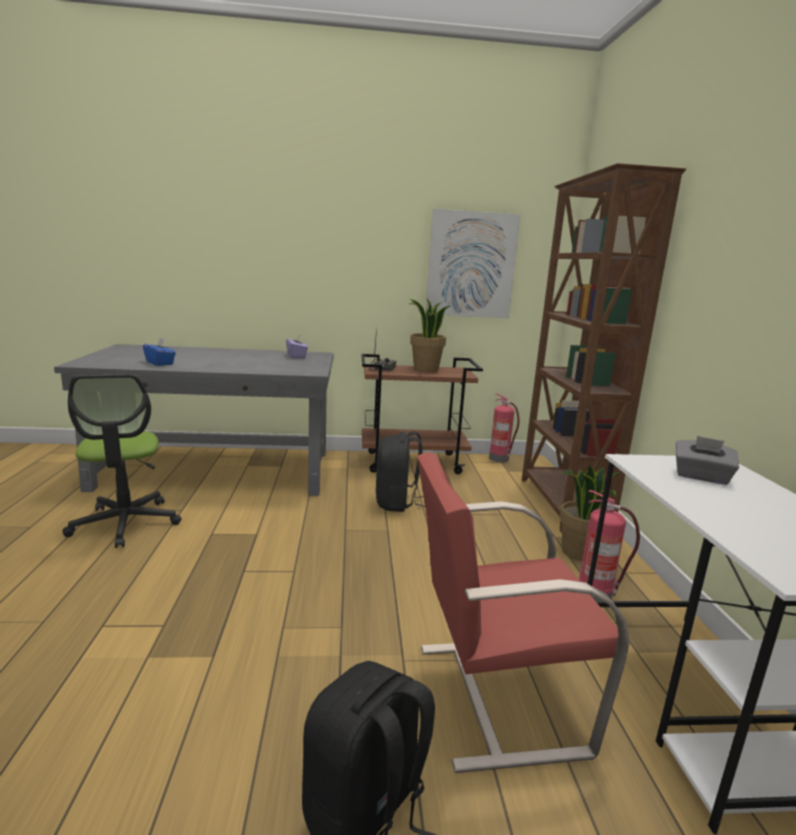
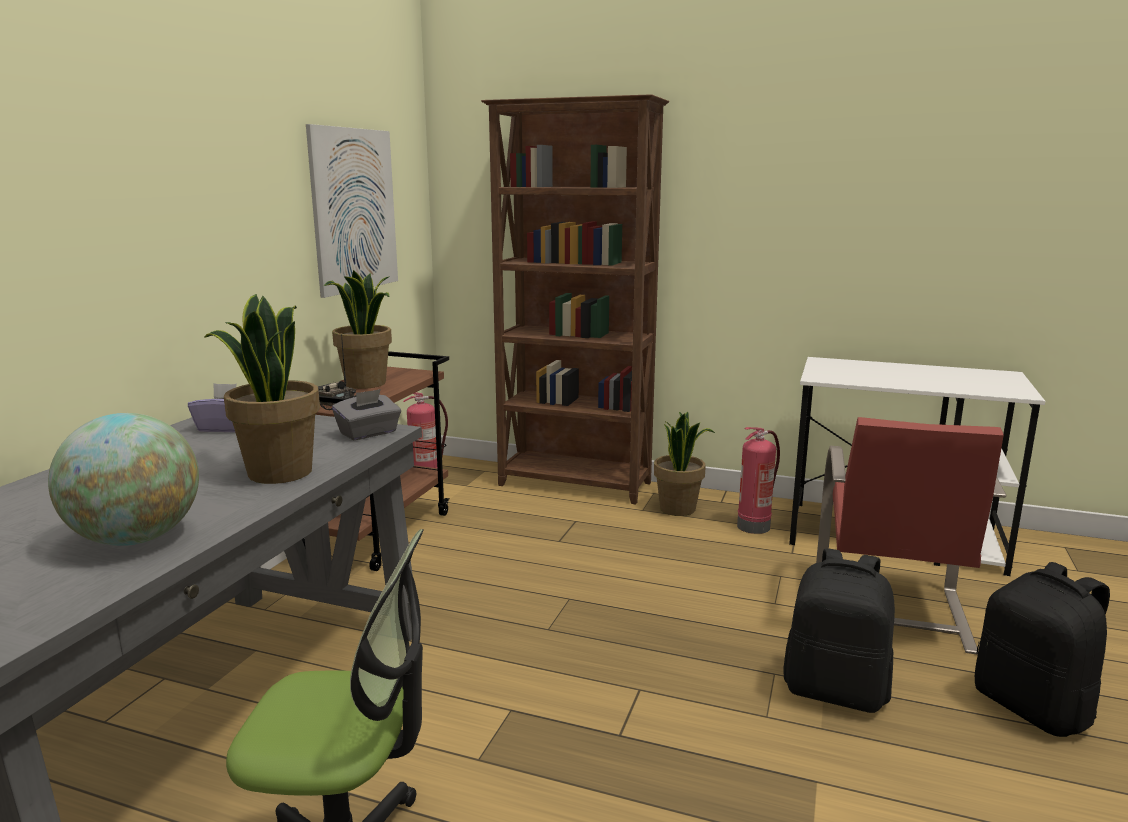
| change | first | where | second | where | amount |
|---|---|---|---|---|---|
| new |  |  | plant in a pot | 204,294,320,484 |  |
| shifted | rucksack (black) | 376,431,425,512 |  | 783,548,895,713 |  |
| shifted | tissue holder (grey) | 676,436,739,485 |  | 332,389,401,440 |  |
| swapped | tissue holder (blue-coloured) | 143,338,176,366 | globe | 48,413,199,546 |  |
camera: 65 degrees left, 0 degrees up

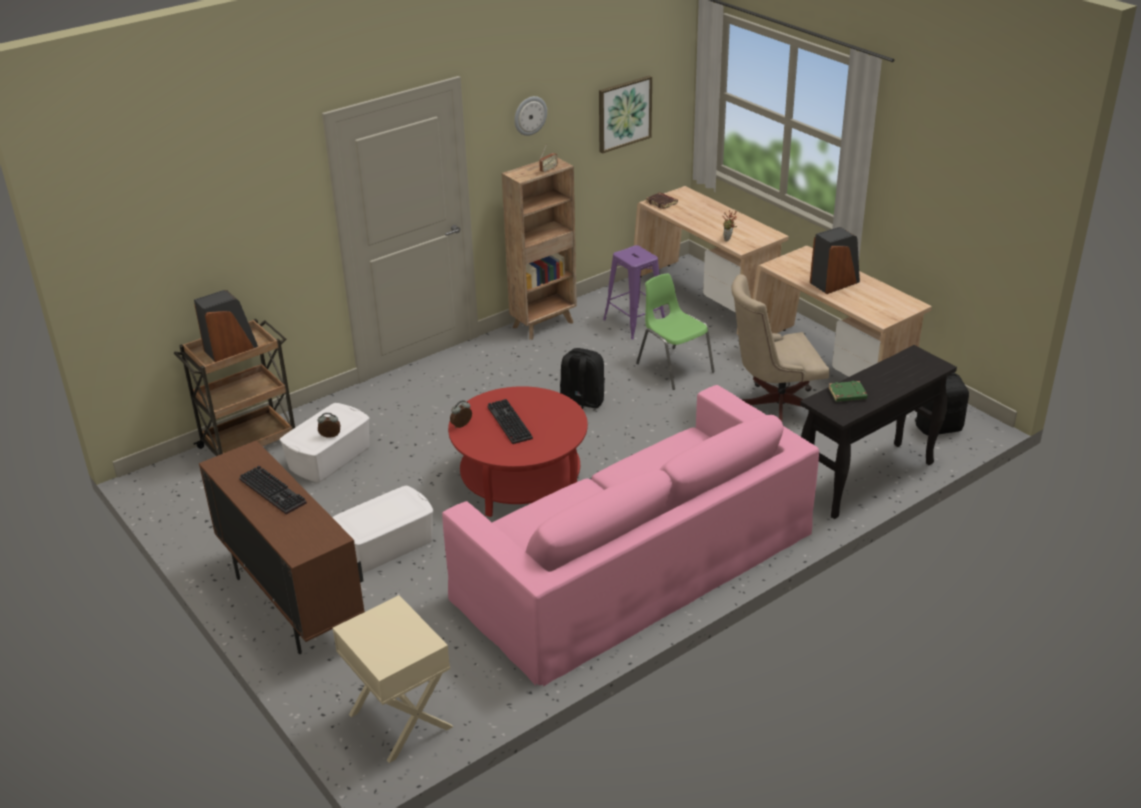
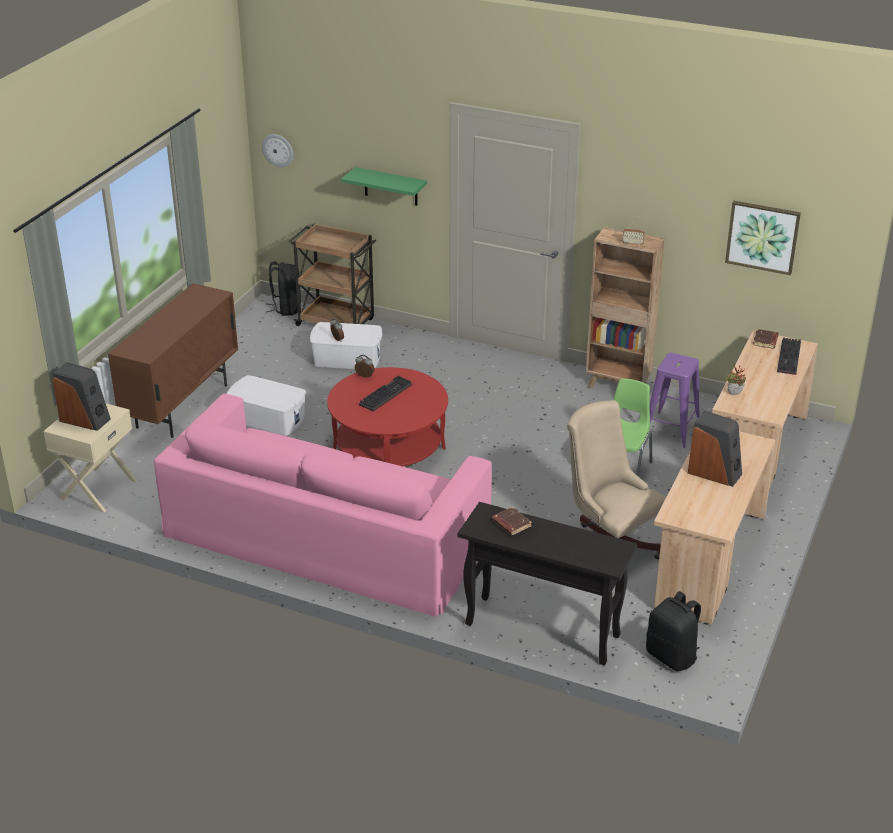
| change | first | where | second | where | amount |
|---|---|---|---|---|---|
| new |  |  | wall shelf (green) | 341,167,427,205 |  |
| shifted | audio speaker | 194,290,258,362 |  | 53,362,111,431 |  |
| shifted | keyboard | 239,466,307,515 |  | 777,338,801,375 |  |
| shifted | wall clock | 514,96,547,136 |  | 262,134,293,167 |  |
| shifted | rucksack (black) | 560,348,605,409 |  | 266,261,301,316 |  |
| repainted | book (green) | 828,381,867,402 | book (brownish) | 492,507,532,535 |  |
camera: 60 degrees right, 0 degrees up

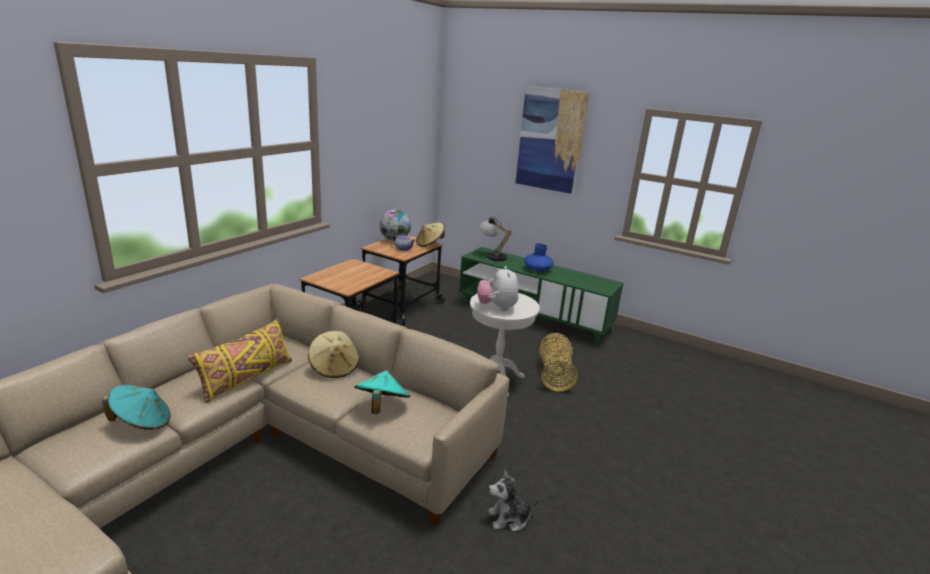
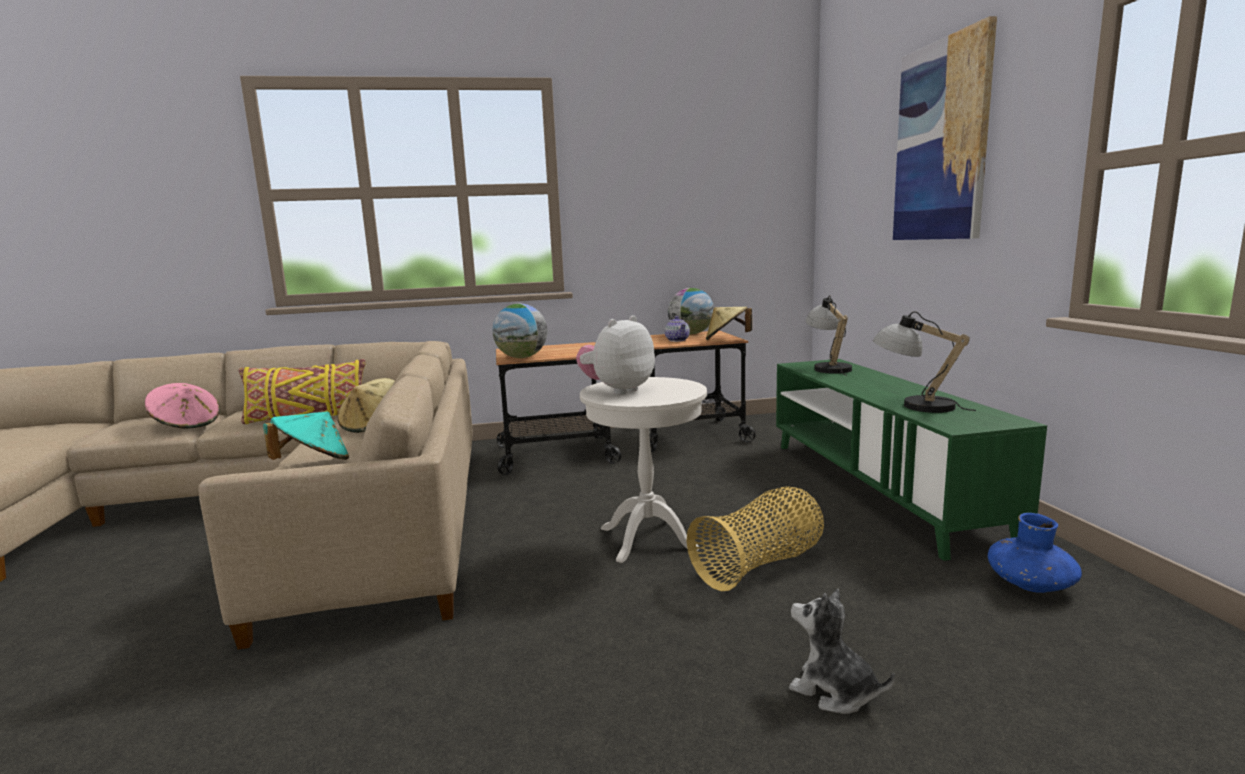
| change | first | where | second | where | amount |
|---|---|---|---|---|---|
| new |  |  | globe | 492,304,547,358 |  |
| new |  |  | table lamp | 873,311,976,413 |  |
| shifted | plush toy | 488,469,539,532 |  | 789,589,895,714 |  |
| shifted | flower vase (blue-coloured) | 524,243,554,272 |  | 988,513,1082,593 |  |
| repainted | clothing hat (turquoise-coloured) | 102,385,171,430 | clothing hat (pinkish) | 145,383,220,429 |  |
camera: 50 degrees right, 10 degrees down

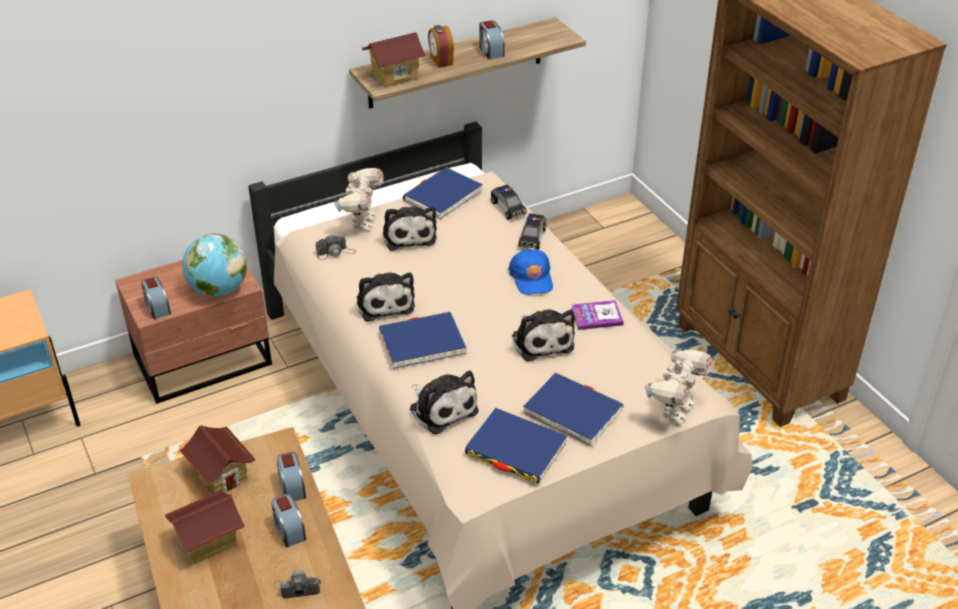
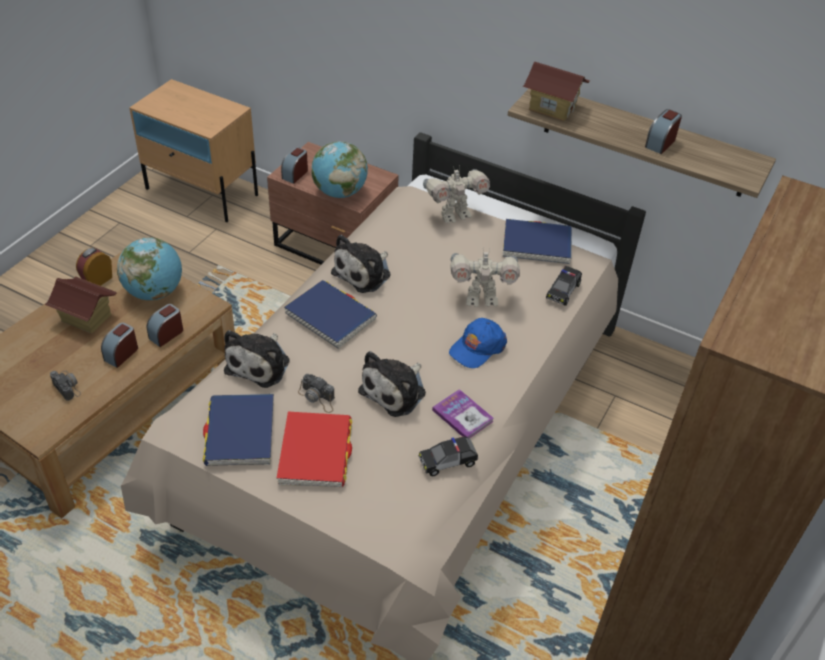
| change | first | where | second | where | amount |
|---|---|---|---|---|---|
| gone | plush toy | 383,206,437,251 |  |  |  |
| shifted | photo camera | 315,234,356,260 |  | 298,374,335,413 |  |
| shifted | bedside clock | 428,25,454,68 |  | 76,248,112,286 |  |
| shifted | miniature car | 518,213,546,250 |  | 419,436,479,476 |  |
| shifted | toy robot | 645,349,714,424 |  | 450,249,520,307 |  |
| swapped | miniature house | 180,425,256,493 | globe | 117,237,182,300 |  |
| repainted | book (blue-coloured) | 523,373,623,446 | book (red-coloured) | 277,412,352,487 |  |
camera: 55 degrees right, 5 degrees up

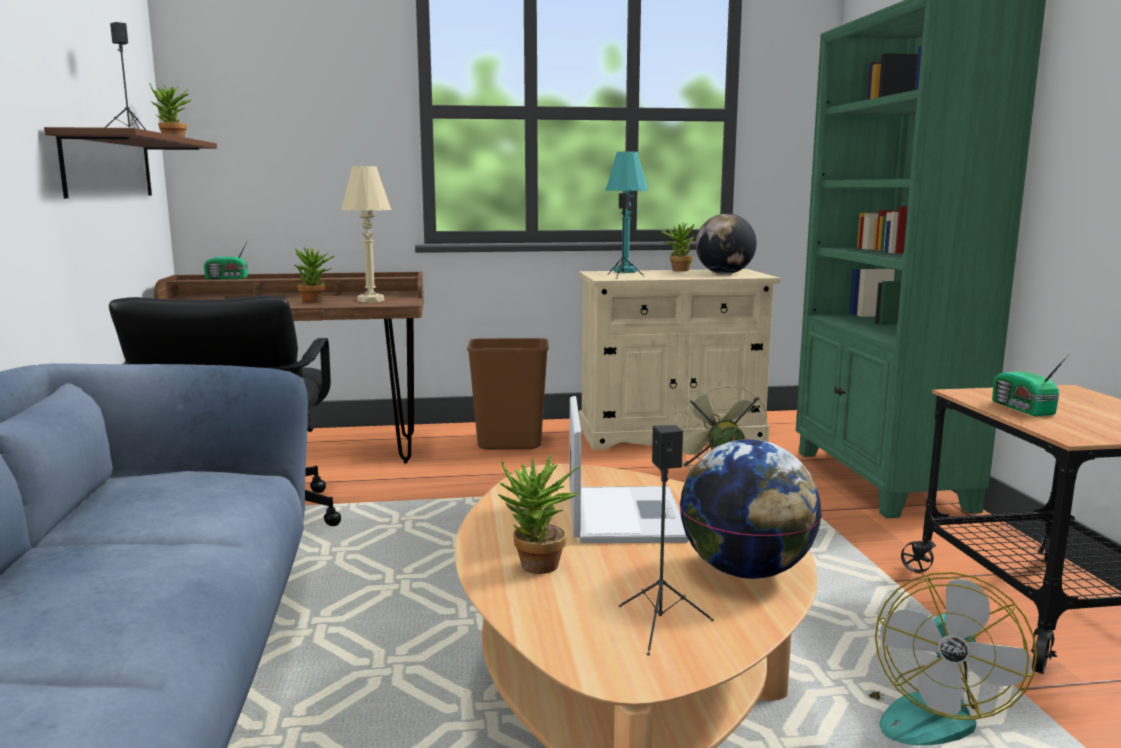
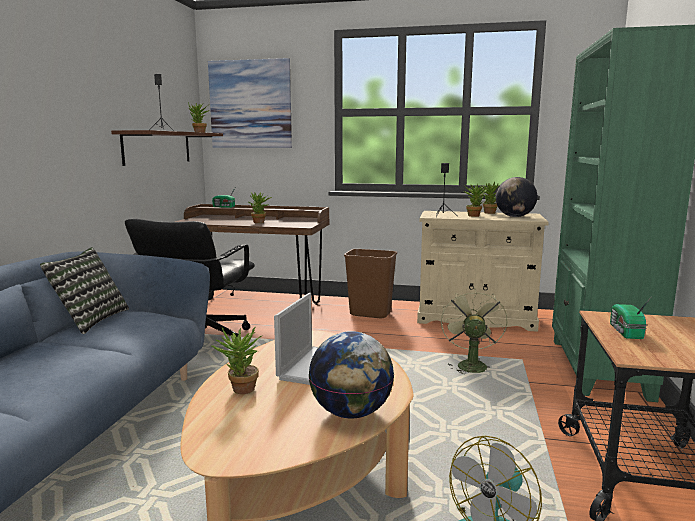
| change | first | where | second | where | amount |
|---|---|---|---|---|---|
| gone | table lamp (beige-coloured) | 341,166,392,303 |  |  |  |
| gone | table lamp (turquoise-coloured) | 605,152,648,273 |  |  |  |
| gone | audio speaker (black) | 619,425,714,655 |  |  |  |
| new |  |  | pillow | 40,247,129,334 |  |
| new |  |  | wall art | 208,58,292,148 |  |
| new |  |  | plant in a pot | 463,184,487,217 |  |
camera: 20 degrees right, 0 degrees up

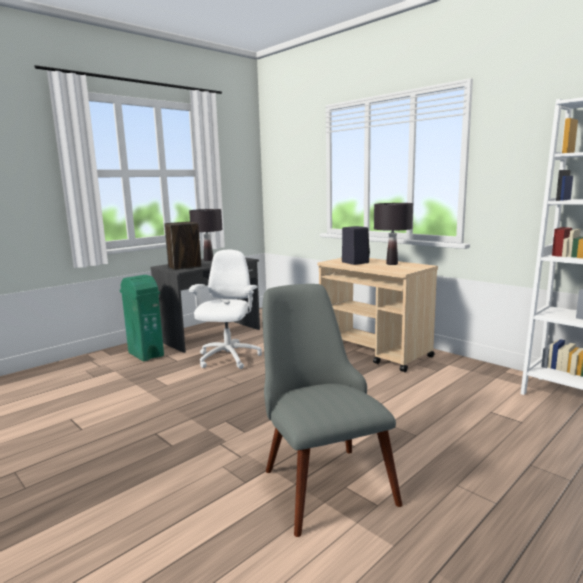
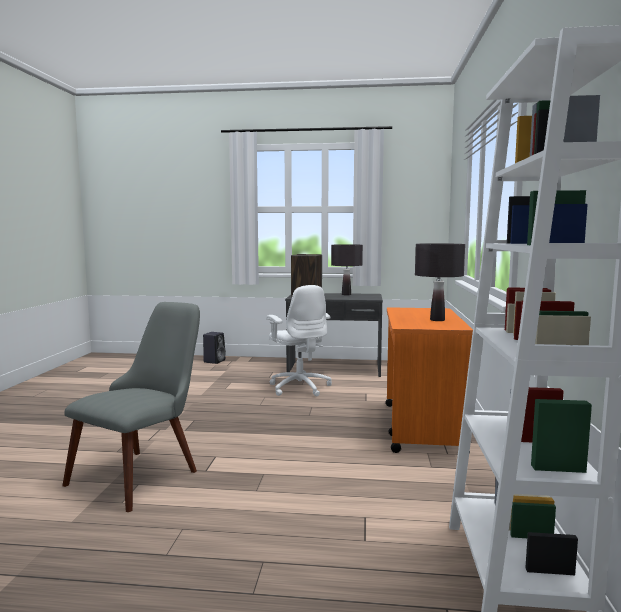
| change | first | where | second | where | amount |
|---|---|---|---|---|---|
| gone | rubbish bin (green) | 120,275,164,361 |  |  |  |
| shifted | audio speaker (black) | 342,226,370,265 |  | 203,332,226,364 |  |
| repainted | wheeled cart (beige-coloured) | 317,258,438,372 | wheeled cart (orangey) | 385,307,473,453 |  |
| rotated | desk chair (white-coloured) | 189,250,262,369 |  | 266,285,332,396 | 90 degrees clockwise |
camera: 50 degrees right, 5 degrees down

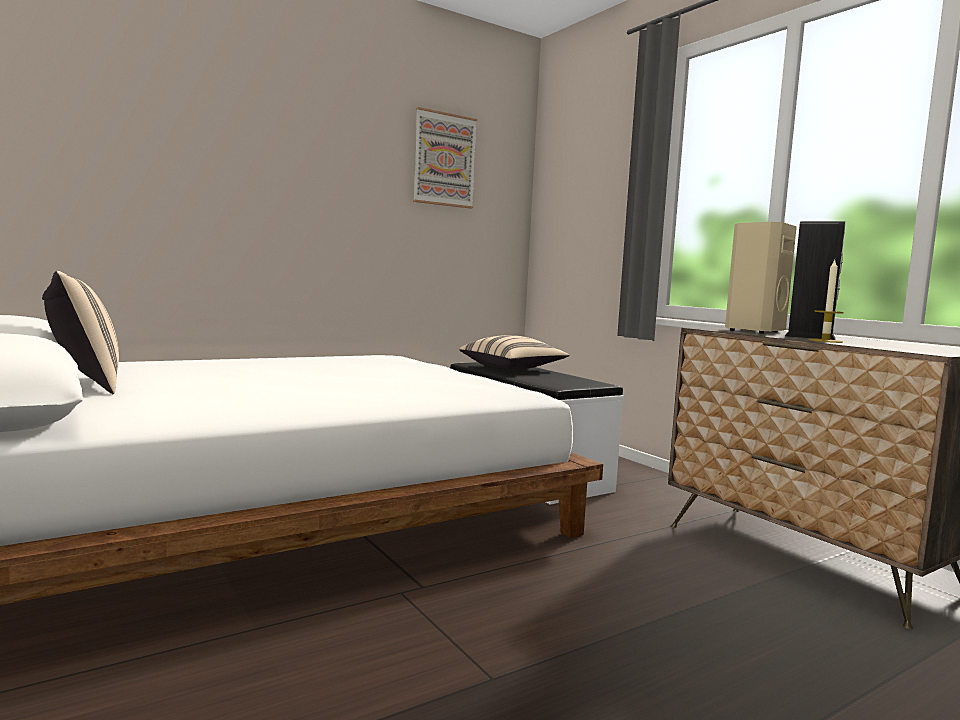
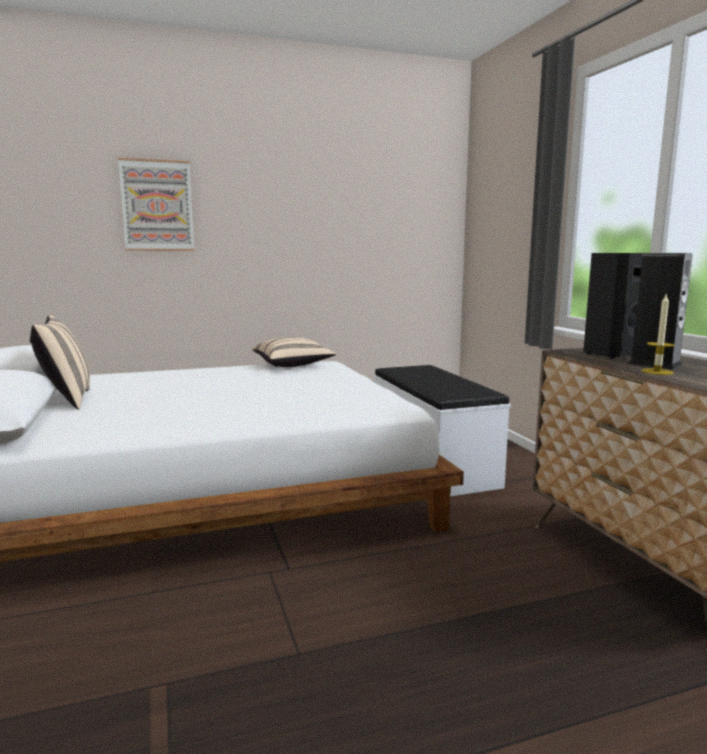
| change | first | where | second | where | amount |
|---|---|---|---|---|---|
| shifted | wall art | 413,107,477,209 |  | 118,158,194,251 |  |
| shifted | pillow (beige-coloured) | 460,335,569,370 |  | 252,337,336,367 |  |
| repainted | audio speaker (beige-coloured) | 725,222,797,334 | audio speaker (black) | 583,253,643,359 |  |
camera: 15 degrees right, 5 degrees up

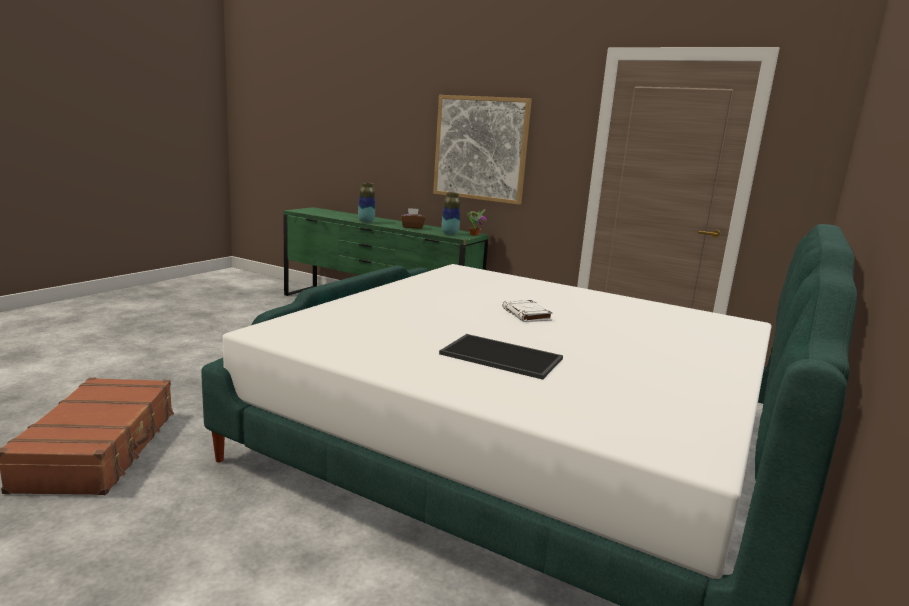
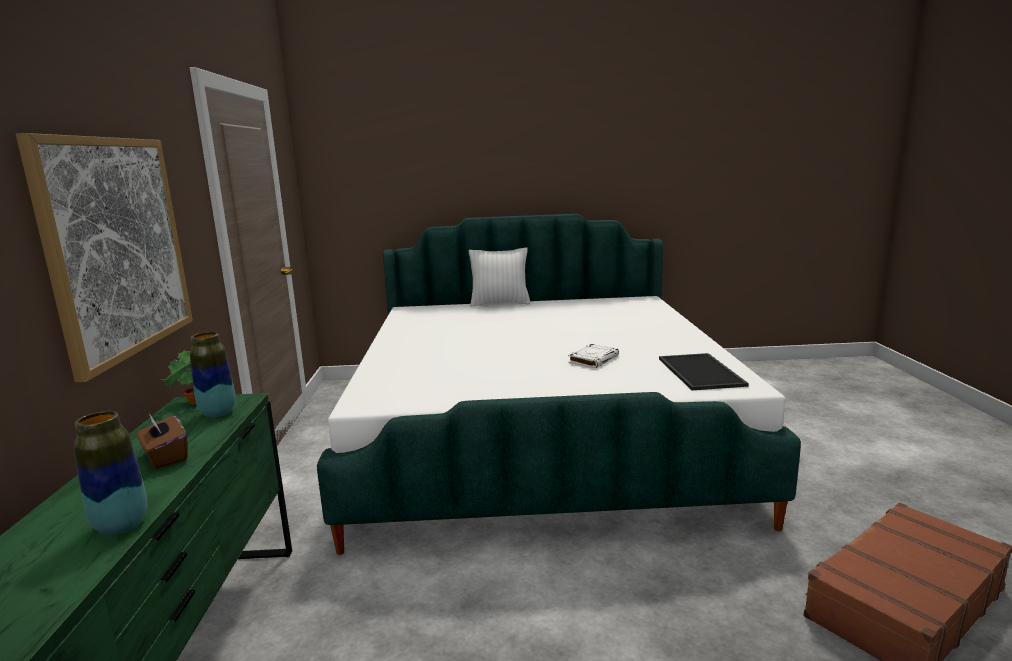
| change | first | where | second | where | amount |
|---|---|---|---|---|---|
| new |  |  | pillow (white-coloured) | 469,247,530,306 |  |
| shifted | serving tray | 439,334,563,380 |  | 659,353,749,390 |  |
| shifted | book (white-coloured) | 503,300,553,322 |  | 568,344,619,368 |  |
camera: 120 degrees left, 0 degrees up

